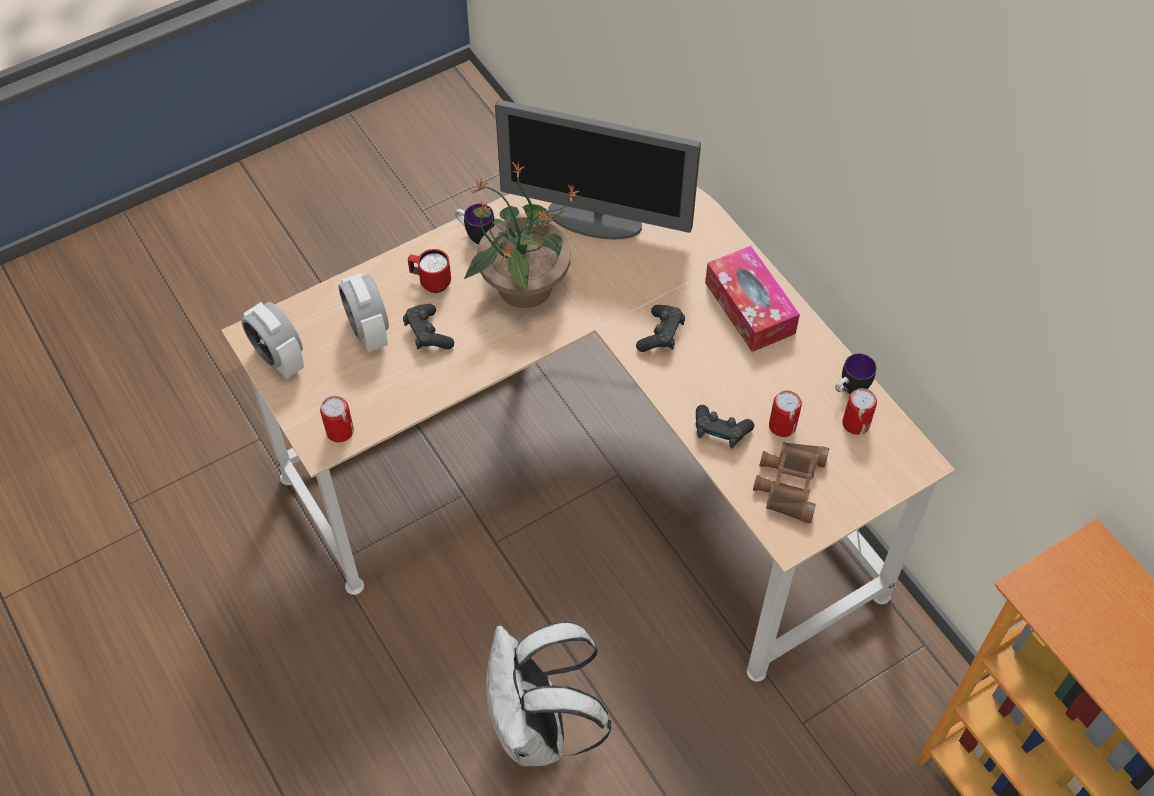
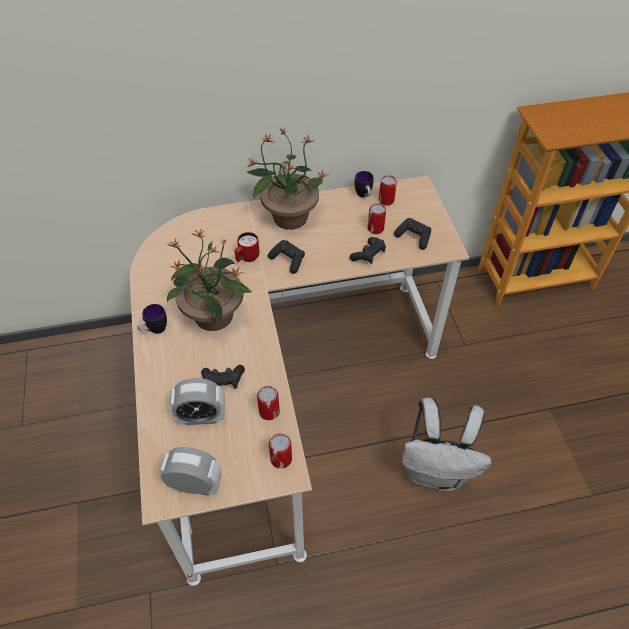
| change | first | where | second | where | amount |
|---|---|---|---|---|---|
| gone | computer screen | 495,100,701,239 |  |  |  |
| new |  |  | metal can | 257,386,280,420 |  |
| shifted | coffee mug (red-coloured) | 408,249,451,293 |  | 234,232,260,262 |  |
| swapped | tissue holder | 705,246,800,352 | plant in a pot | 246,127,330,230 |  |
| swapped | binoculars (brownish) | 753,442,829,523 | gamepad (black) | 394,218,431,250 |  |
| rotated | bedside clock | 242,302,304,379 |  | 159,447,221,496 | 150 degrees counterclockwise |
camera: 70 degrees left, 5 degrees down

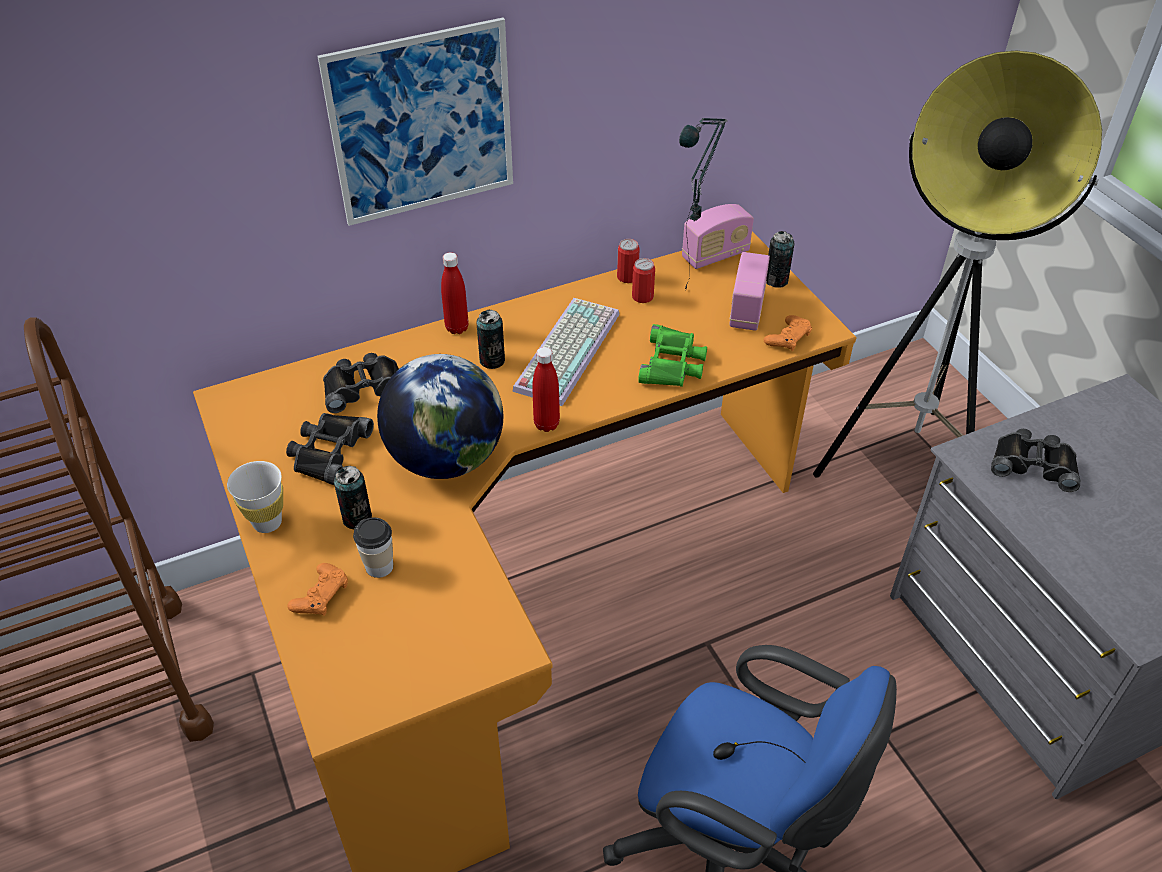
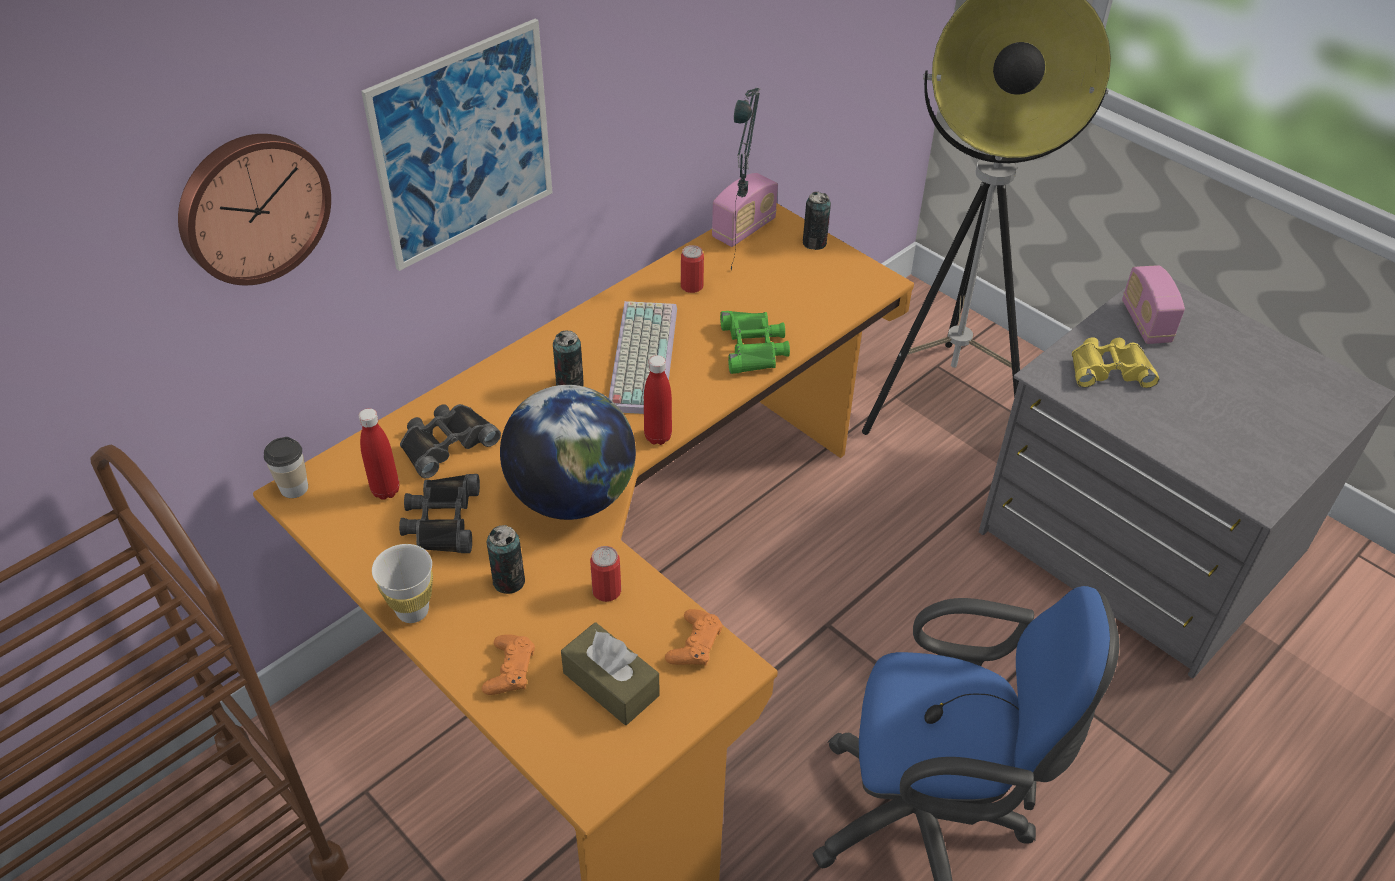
| change | first | where | second | where | amount |
|---|---|---|---|---|---|
| new |  |  | wall clock | 178,134,331,285 |  |
| new |  |  | tissue holder (brownish) | 561,622,660,725 |  |
| shifted | small cup | 353,517,393,578 |  | 264,437,308,498 |  |
| shifted | bottle (red-coloured) | 441,252,469,334 |  | 359,408,399,500 |  |
| shifted | metal can | 617,239,640,283 |  | 590,546,621,602 |  |
| shifted | radio receiver | 729,252,770,330 |  | 1122,265,1185,344 |  |
| shifted | gamepad (orangey) | 764,315,812,351 |  | 665,609,723,666 |  |
| repainted | binoculars (black) | 991,429,1080,492 | binoculars (yellow) | 1072,337,1159,388 |  |
camera: 20 degrees left, 0 degrees up

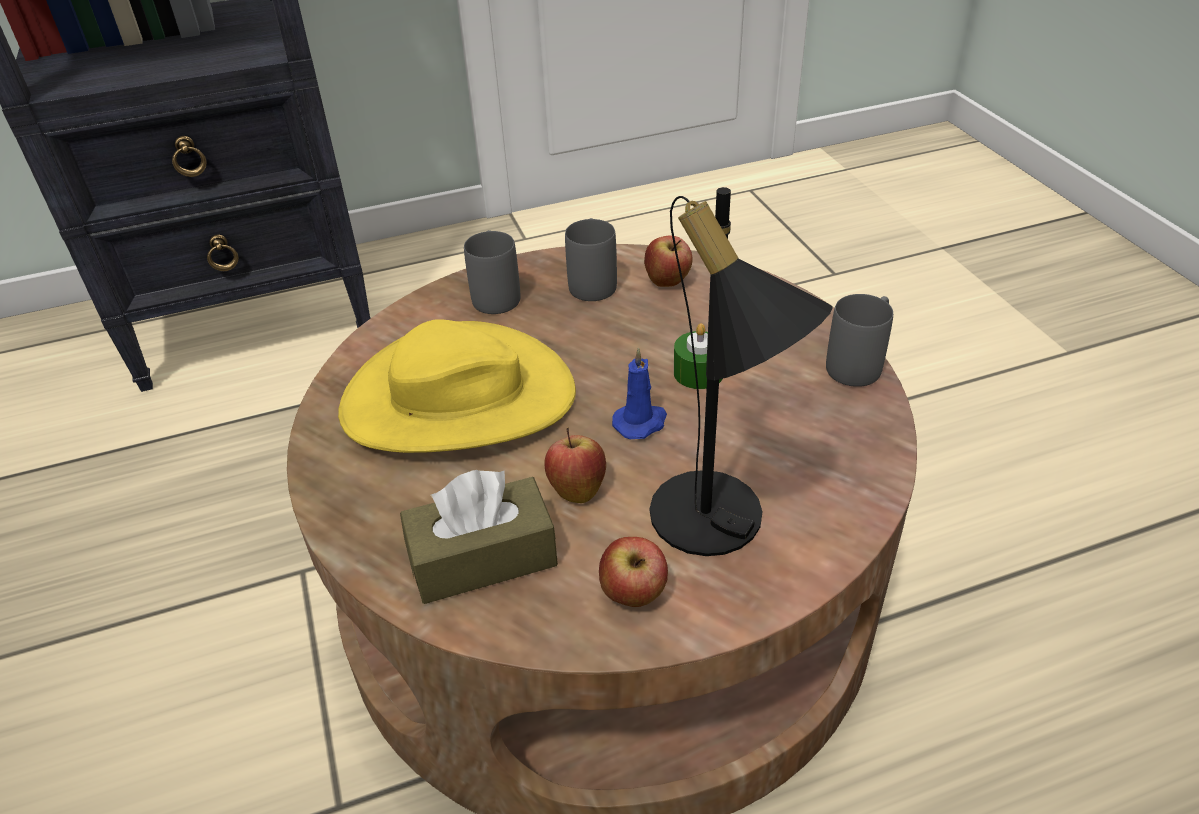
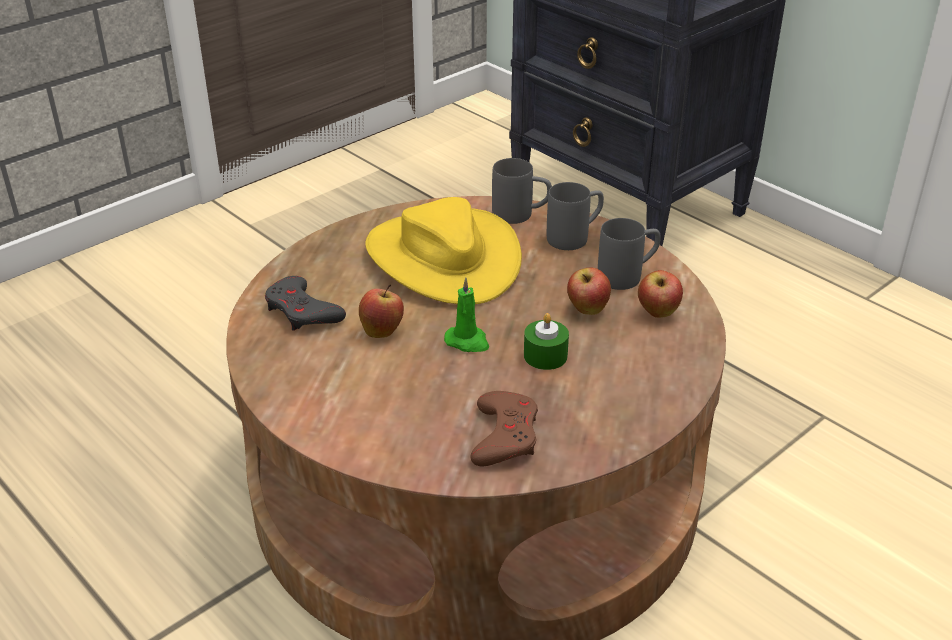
| change | first | where | second | where | amount |
|---|---|---|---|---|---|
| gone | table lamp (black) | 650,187,833,556 |  |  |  |
| new |  |  | gamepad (brownish) | 471,391,538,467 |  |
| shifted | apple | 599,537,668,607 |  | 567,267,611,315 |  |
| shifted | coffee mug (grey) | 826,294,893,387 |  | 492,158,552,224 |  |
| swapped | tissue holder (brownish) | 400,470,558,604 | gamepad (grey) | 265,276,346,331 |  |
| repainted | wax light (blue-coloured) | 612,347,667,439 | wax light (green) | 444,277,489,352 |  |
camera: 65 degrees right, 5 degrees down

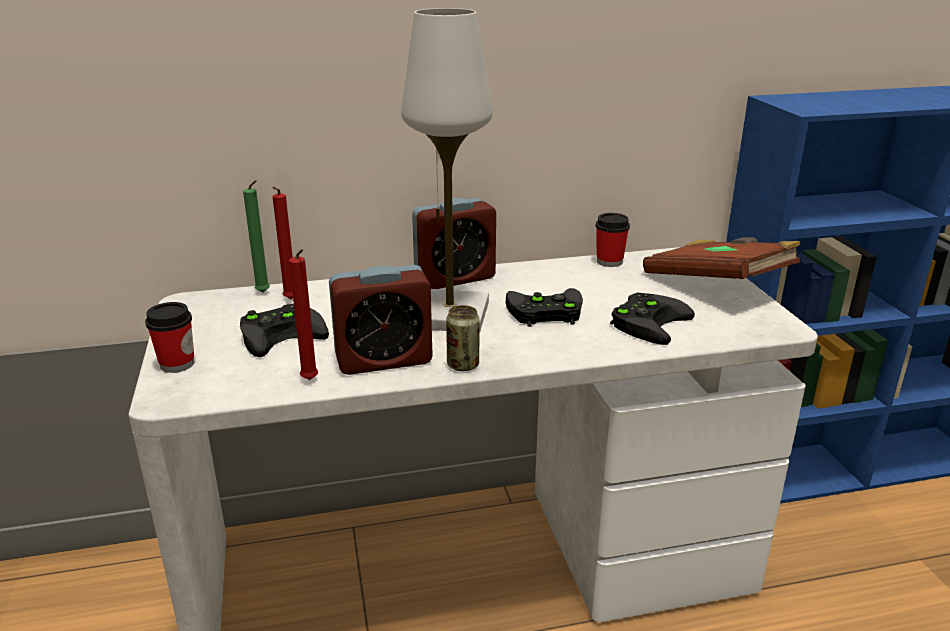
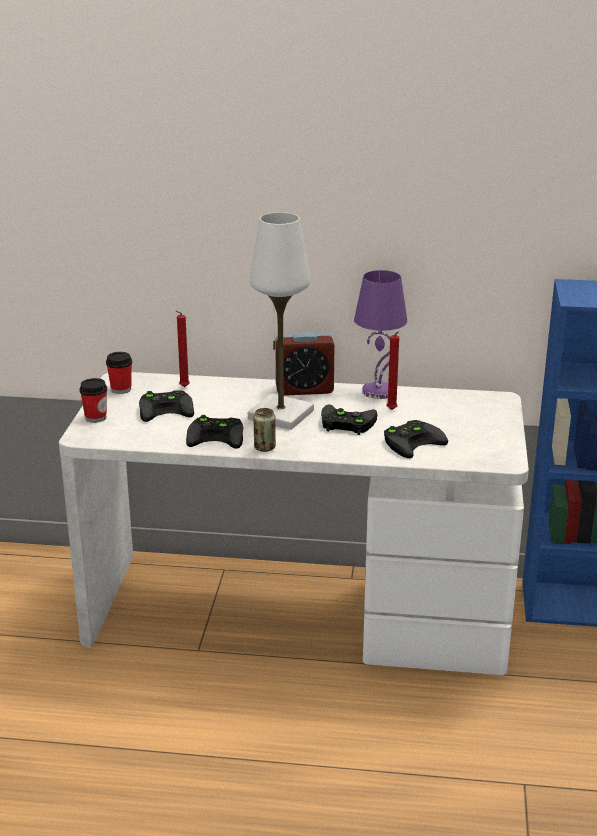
| change | first | where | second | where | amount |
|---|---|---|---|---|---|
| gone | wax light (green) | 243,180,270,293 |  |  |  |
| gone | book (brownish) | 643,237,801,279 |  |  |  |
| new |  |  | table lamp (purple-coloured) | 354,270,407,399 |  |
| shifted | wax light (red-coloured) | 289,249,318,380 |  | 387,331,399,410 |  |
| shifted | small cup | 596,213,630,267 |  | 106,352,132,394 |  |
| swapped | bedside clock | 329,265,433,375 | gamepad (black) | 186,415,243,449 |  |
camera: 20 degrees right, 0 degrees up

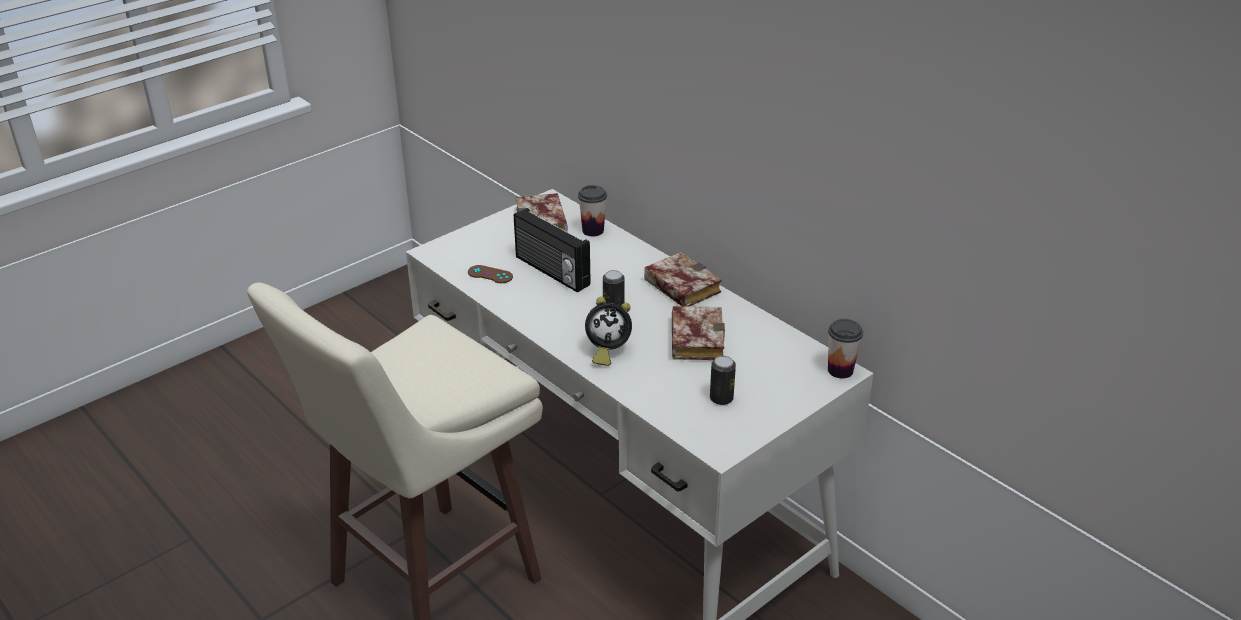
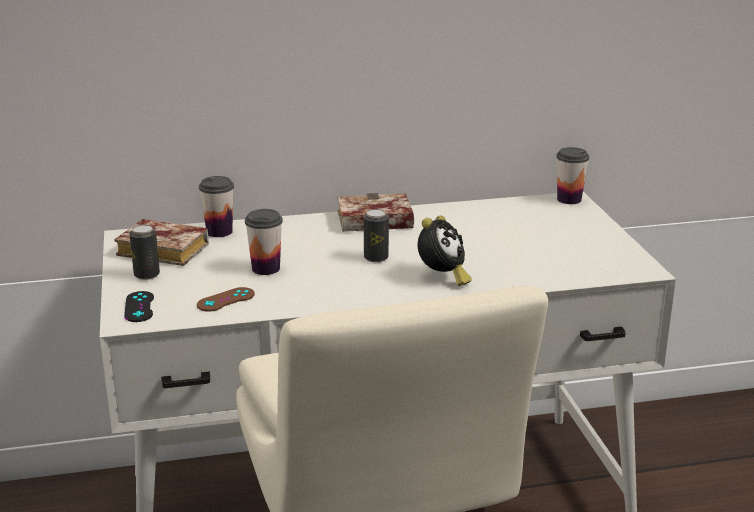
| change | first | where | second | where | amount |
|---|---|---|---|---|---|
| gone | book | 672,306,725,360 |  |  |  |
| new |  |  | gamepad (black) | 124,291,154,322 |  |
| shifted | metal can | 710,356,736,405 |  | 129,225,160,280 |  |
| swapped | radio receiver | 514,208,591,293 | small cup | 245,209,283,275 |  |
camera: 60 degrees left, 10 degrees down

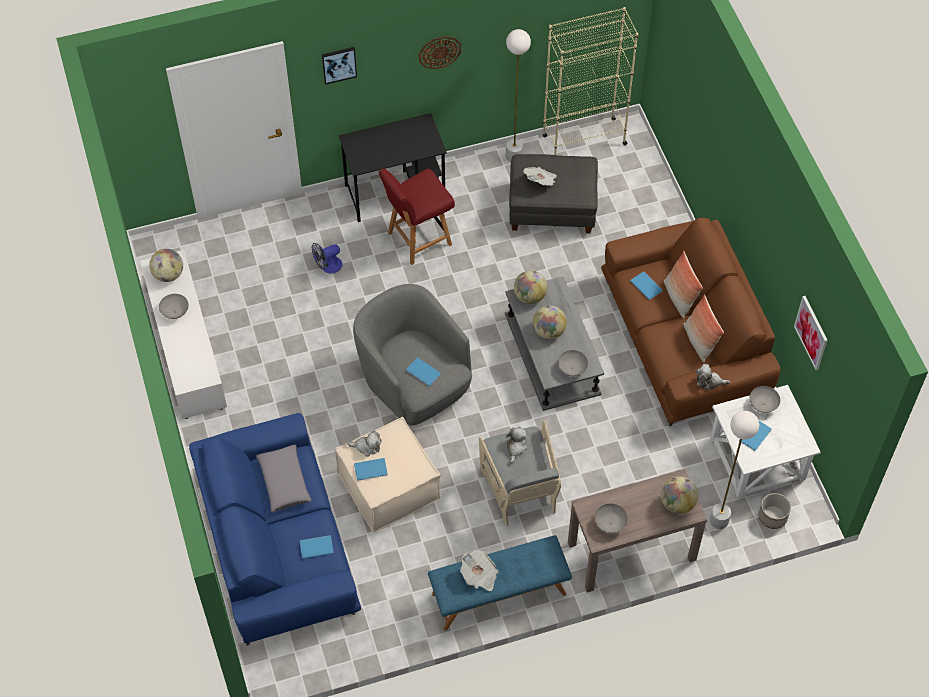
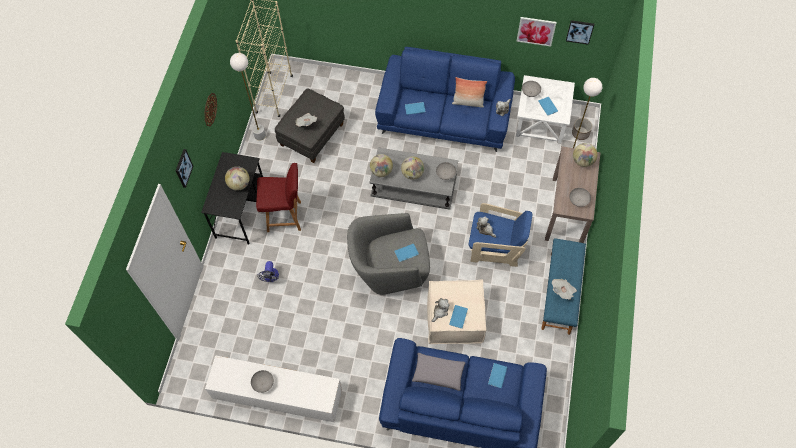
| change | first | where | second | where | amount |
|---|---|---|---|---|---|
| gone | pillow | 664,251,703,318 |  |  |  |
| new |  |  | wall art | 566,20,594,45 |  |
| shifted | globe | 149,249,183,282 |  | 225,166,249,191 |  |
| repainted | lounge chair (grey) | 479,420,561,526 | lounge chair (blue-coloured) | 469,203,532,267 |  |
| repainted | couch (brownish) | 601,218,781,427 | couch (blue-coloured) | 375,47,515,152 |  |
| rotated | upright chair (red-coloured) | 379,168,455,265 |  | 256,163,301,232 | 90 degrees counterclockwise |
camera: 60 degrees left, 5 degrees up

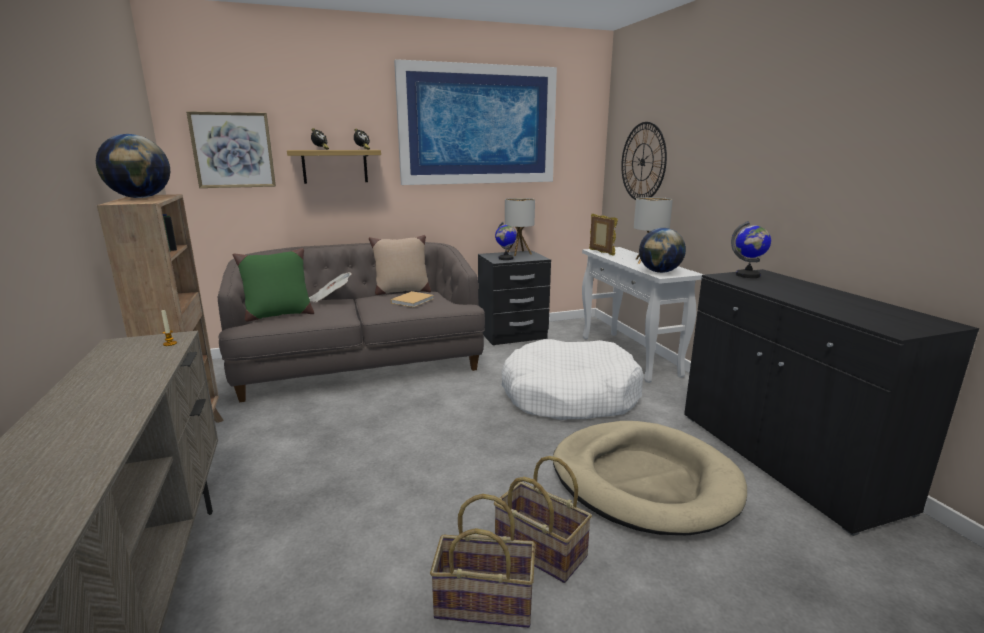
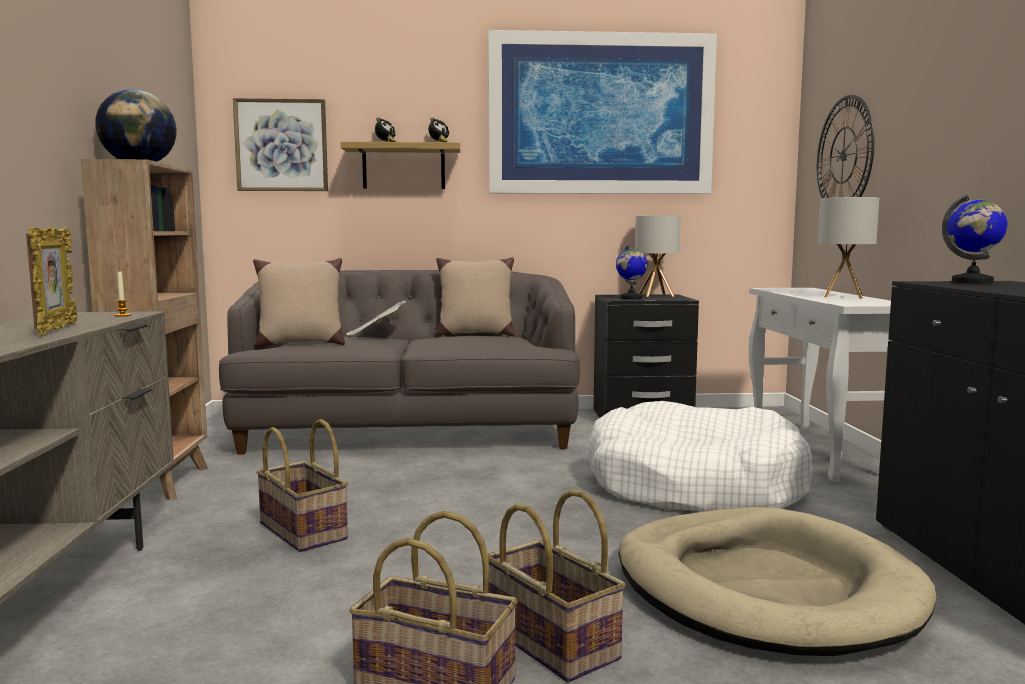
| change | first | where | second | where | amount |
|---|---|---|---|---|---|
| gone | book (beige-coloured) | 391,291,434,307 |  |  |  |
| gone | globe | 639,228,686,273 |  |  |  |
| new |  |  | basket | 256,419,348,552 |  |
| shifted | standing frame | 589,214,618,255 |  | 26,226,77,335 |  |
| repainted | pillow (green) | 233,248,314,322 | pillow (beige-coloured) | 253,258,345,346 |  |
camera: 15 degrees right, 10 degrees down

